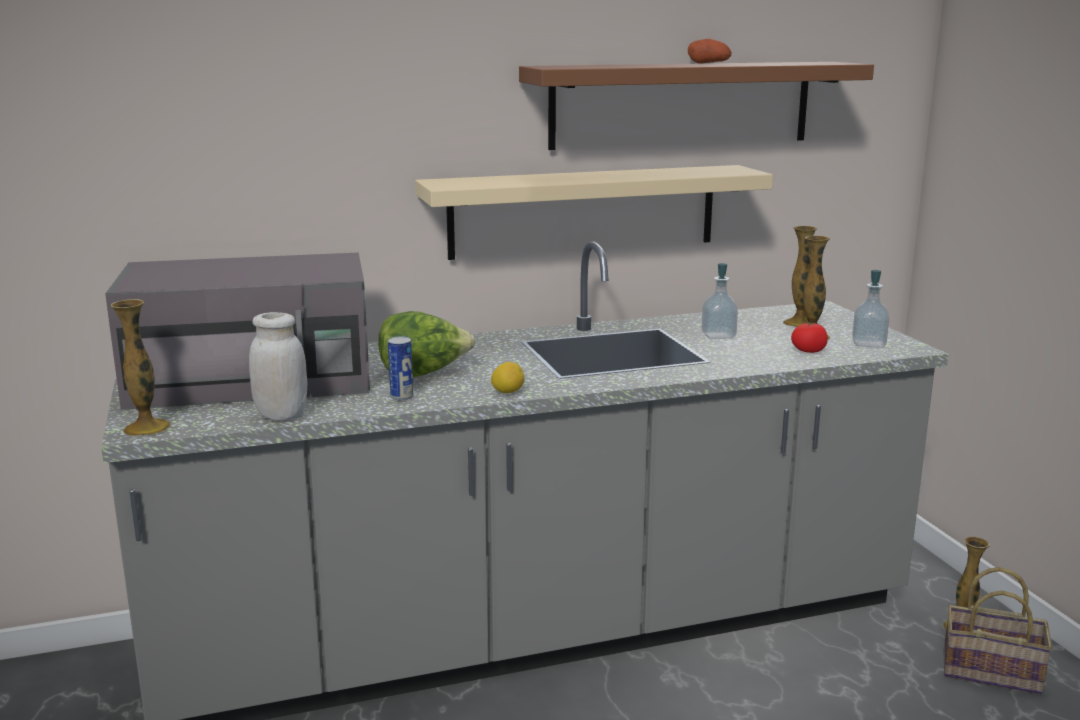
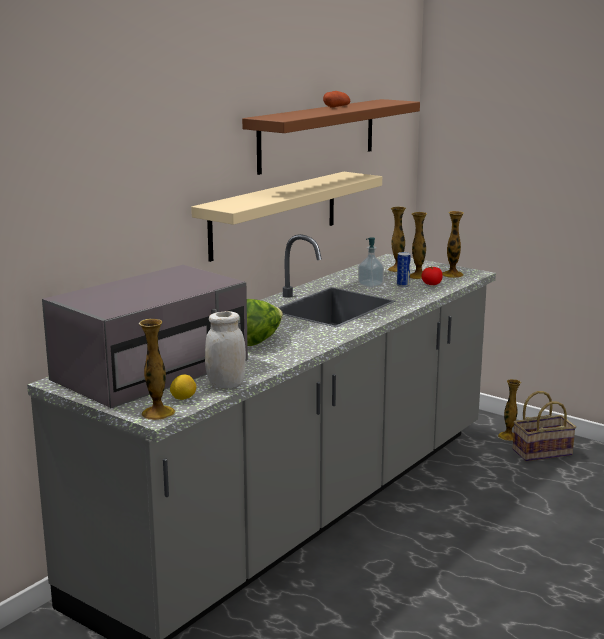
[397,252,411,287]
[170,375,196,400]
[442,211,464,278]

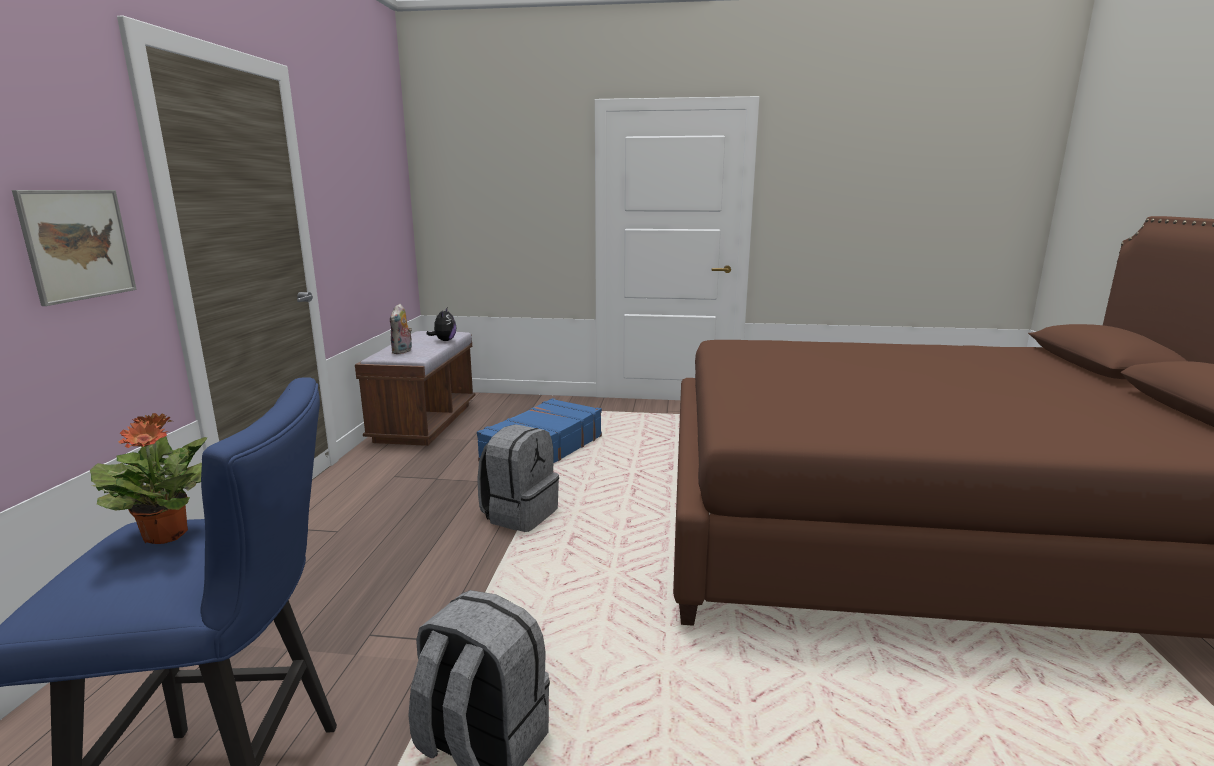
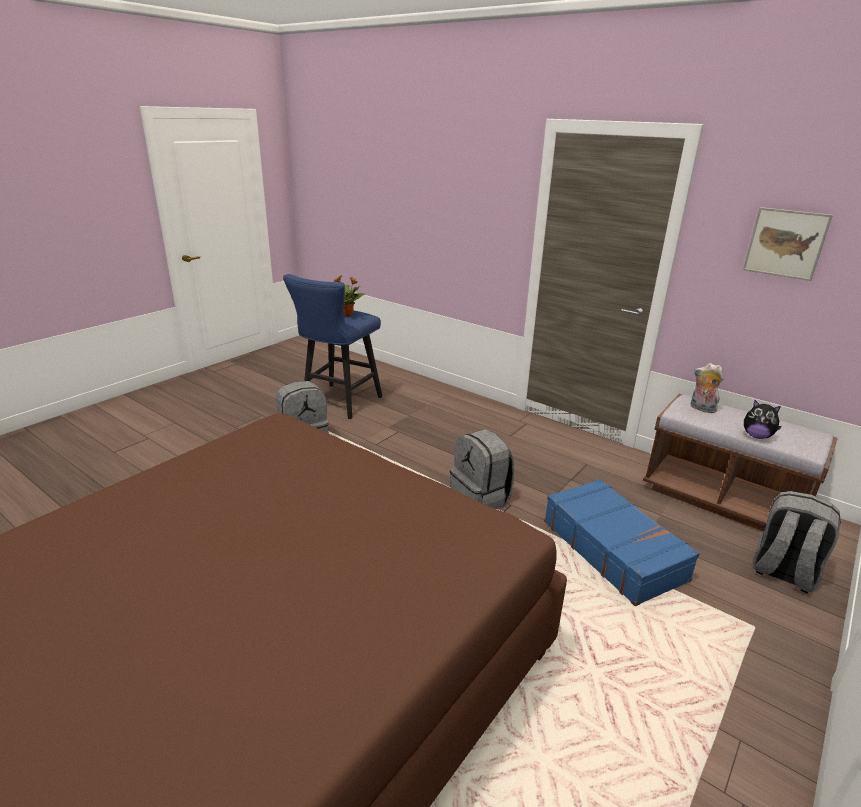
[743,207,833,281]
[753,491,841,593]

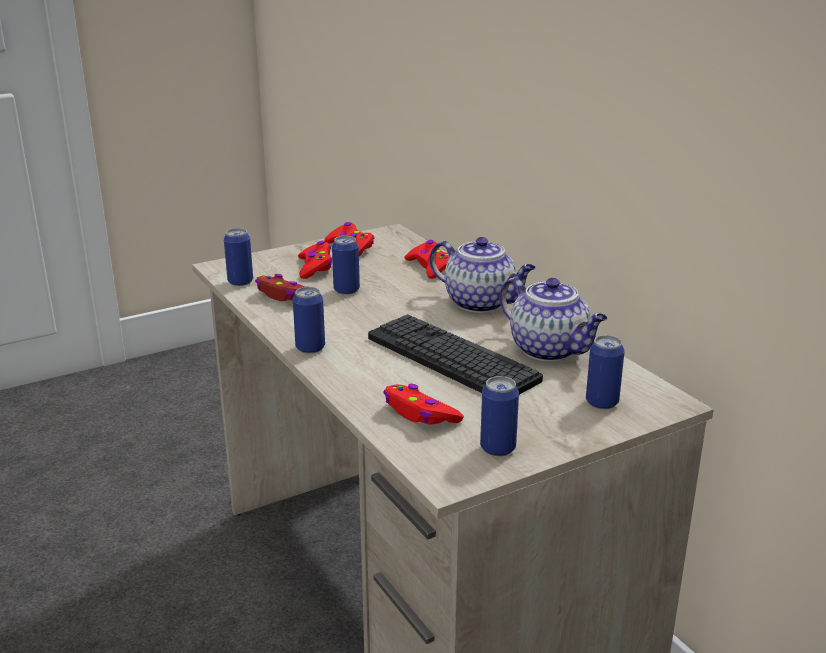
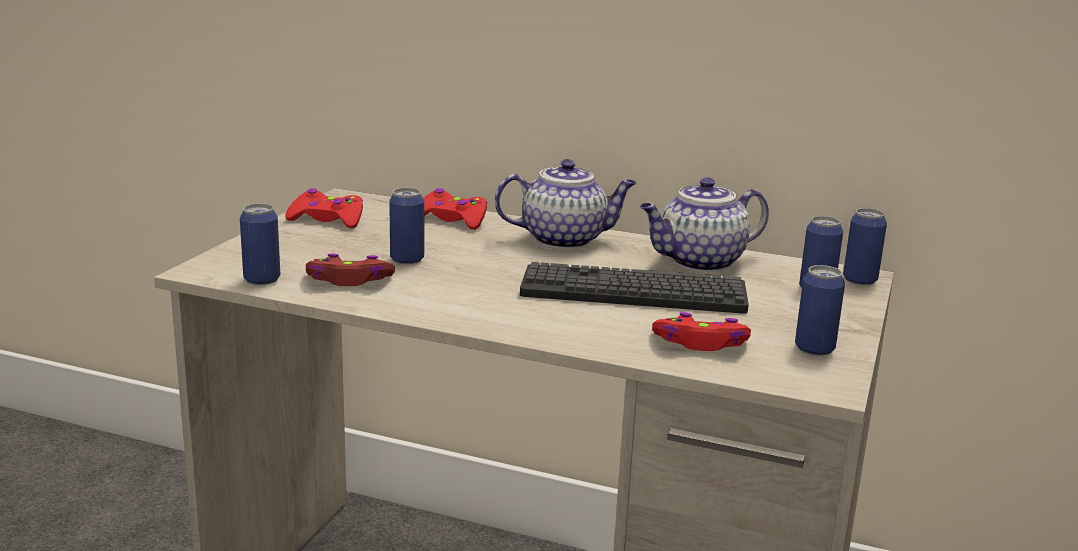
[843,208,887,285]
[298,241,332,279] (first image)
[640,177,769,272]

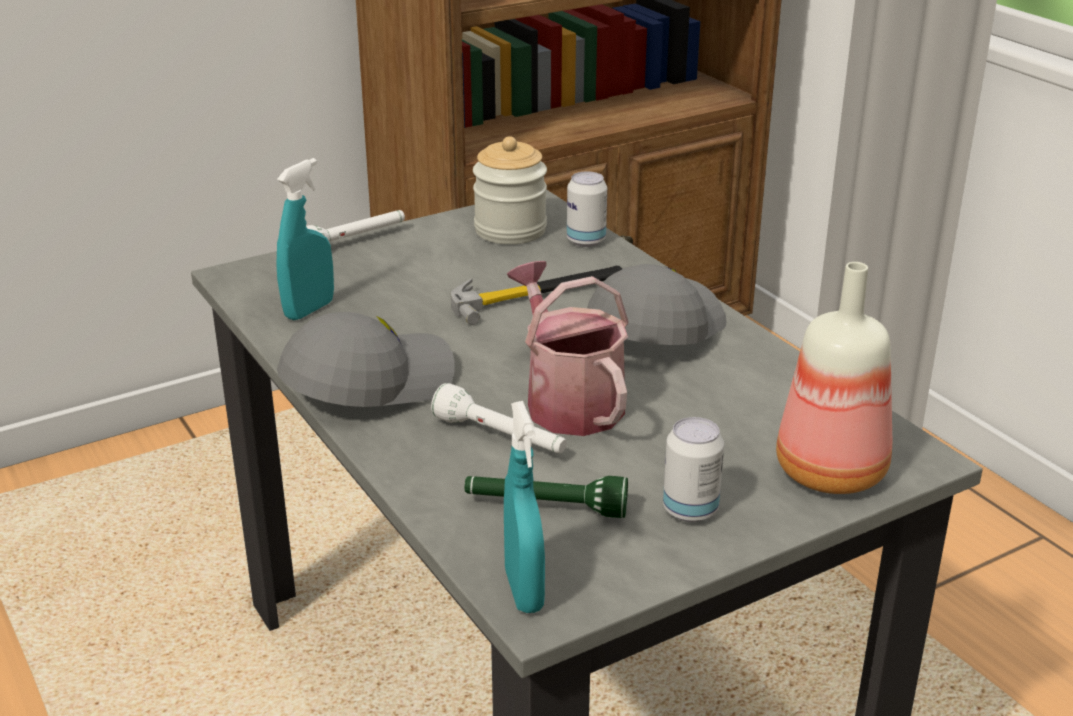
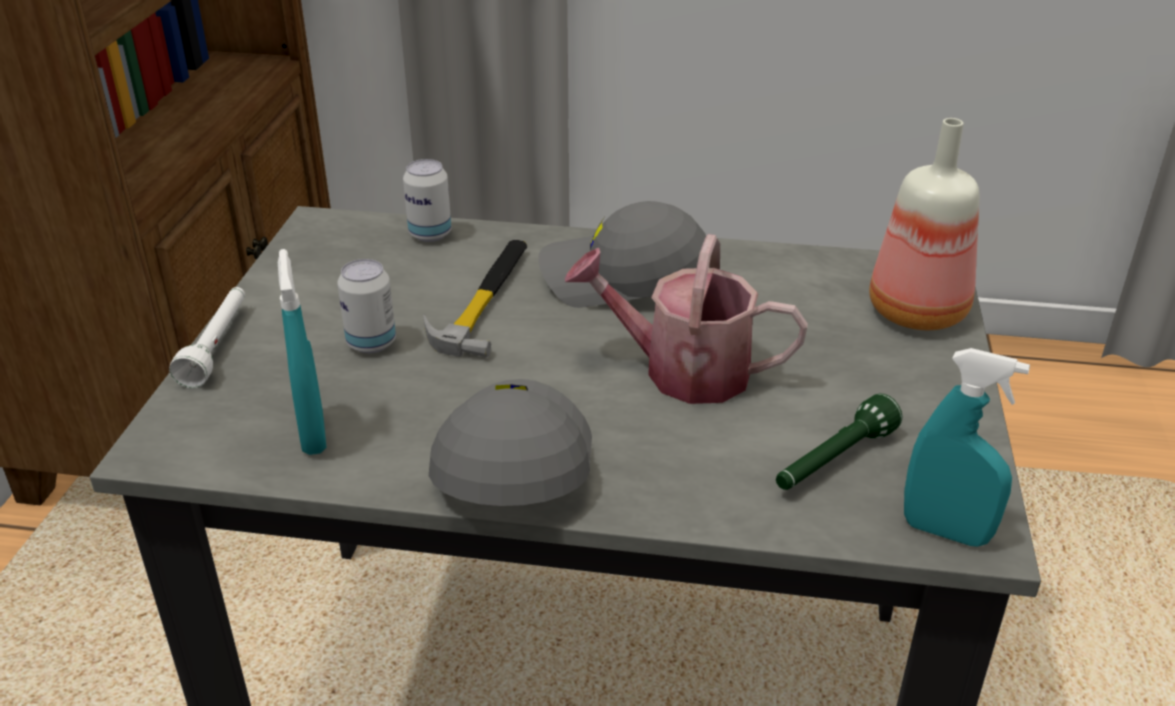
[431,383,567,453] (first image)
[473,136,547,244] (first image)
[538,201,706,308]
[337,259,396,353]

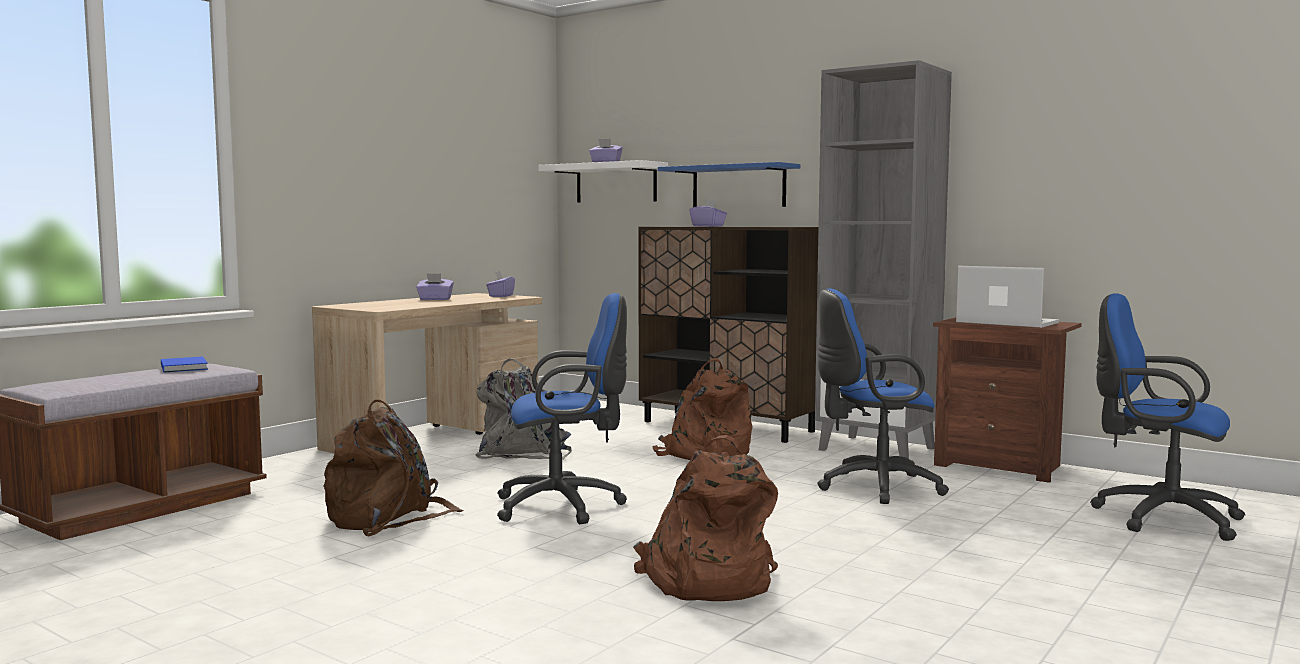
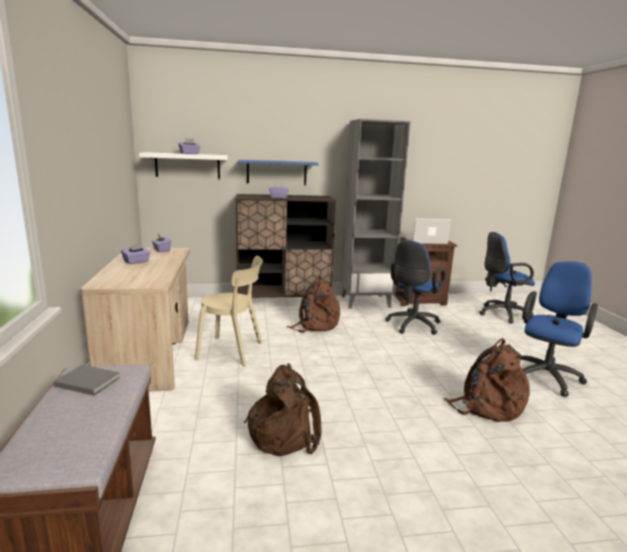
[54,365,120,395]
[195,256,263,366]
[520,261,598,397]

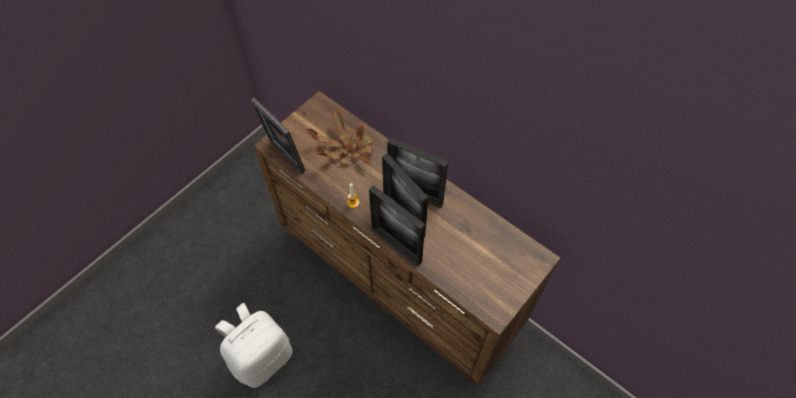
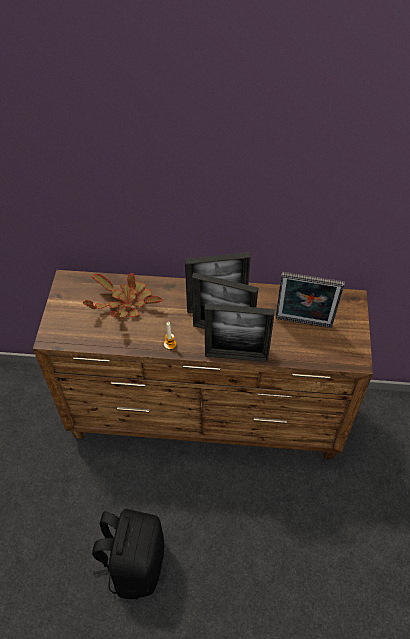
[92,509,164,599]
[275,272,345,328]

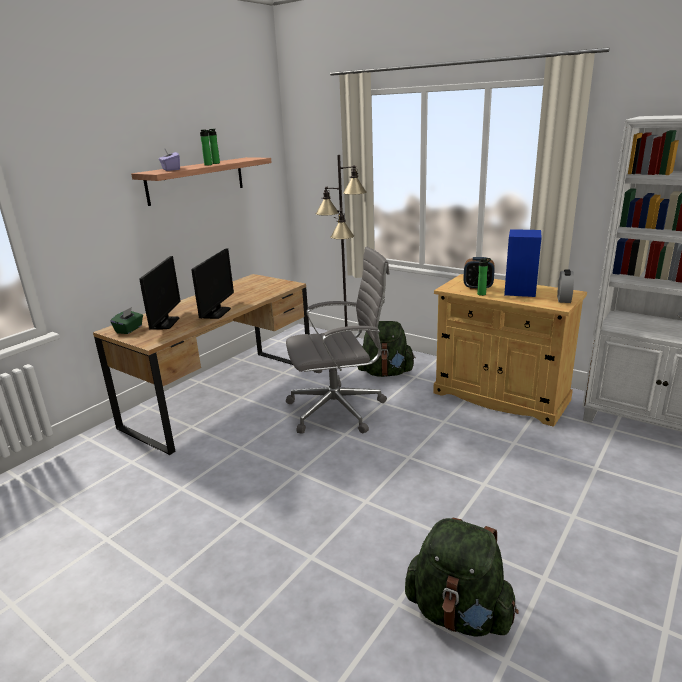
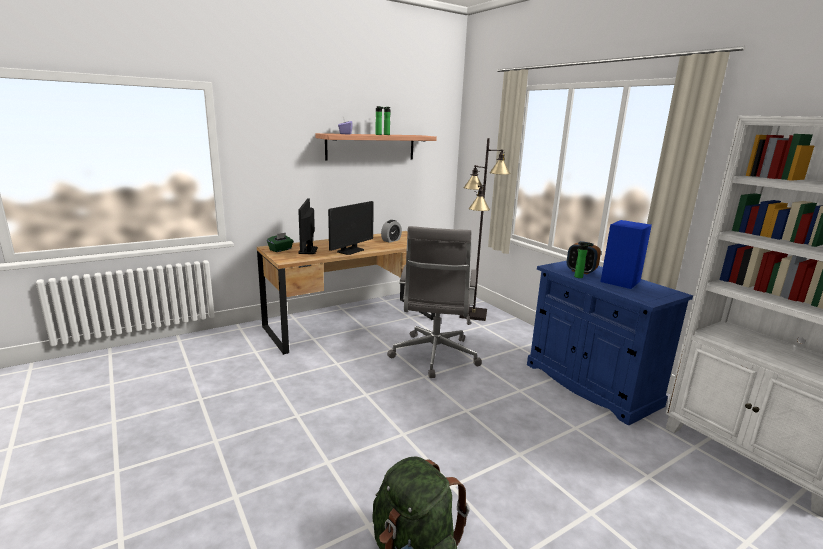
[298,198,318,254]
[387,226,482,378]
[357,321,416,377] (first image)
[527,261,693,425]
[381,220,402,243]

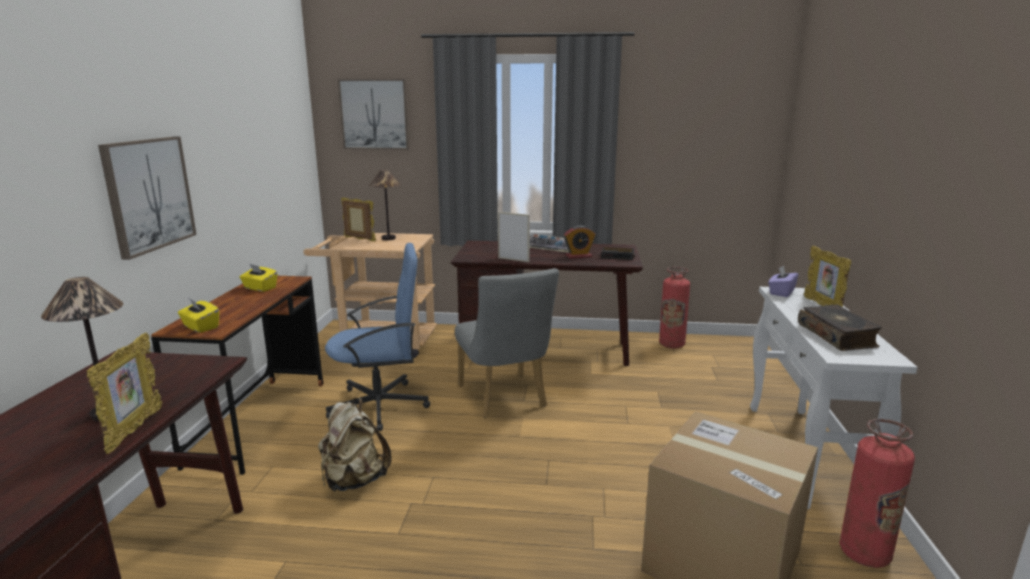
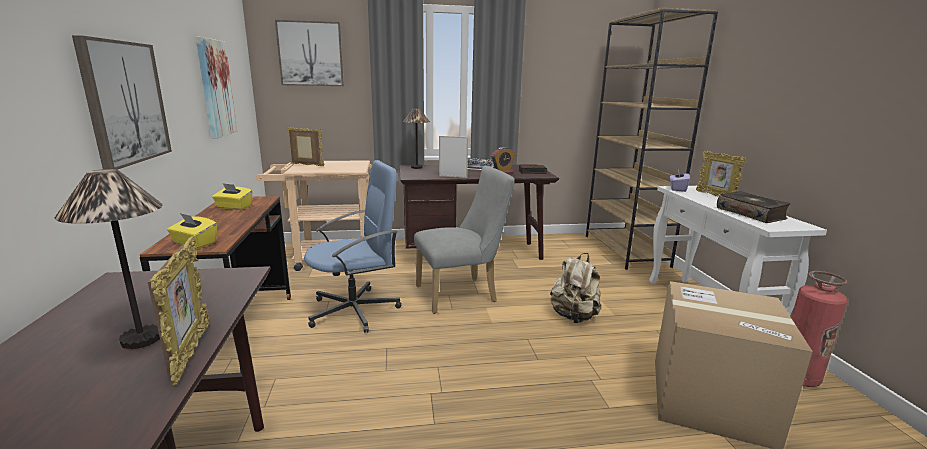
[550,253,601,323]
[403,109,430,169]
[414,166,515,314]
[659,267,690,348] (first image)
[196,37,237,139]
[586,8,718,270]

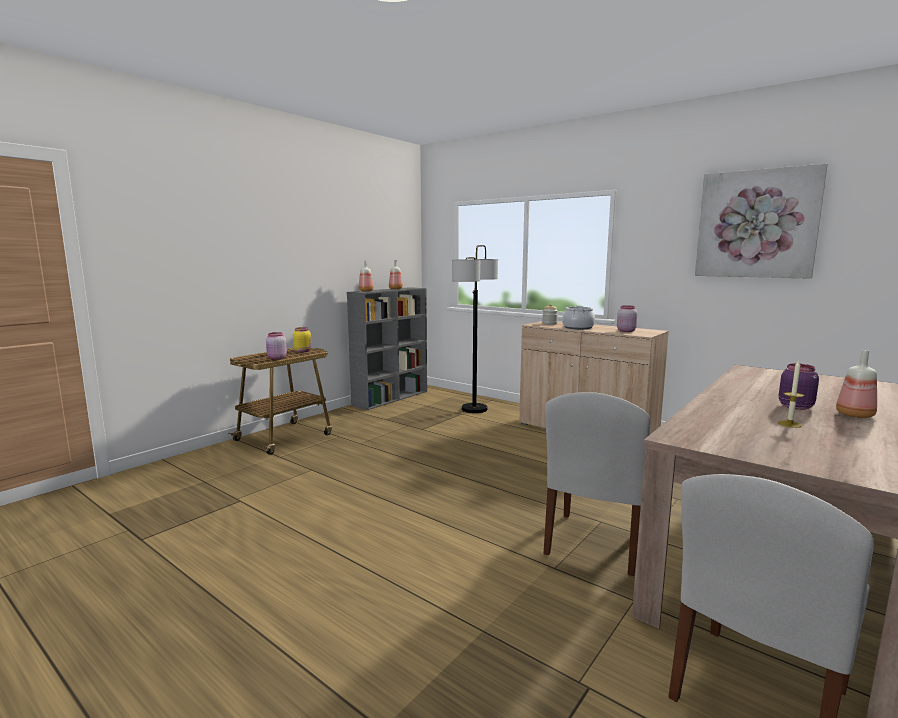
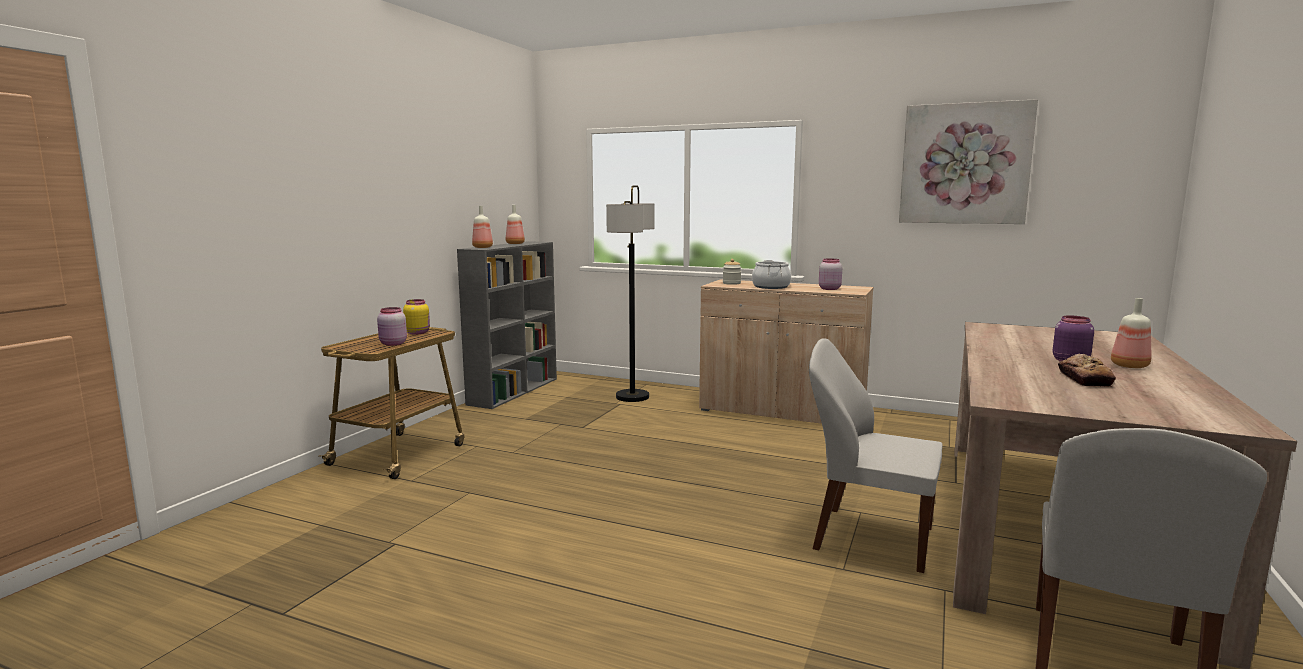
[809,338,943,573]
[1058,353,1116,387]

